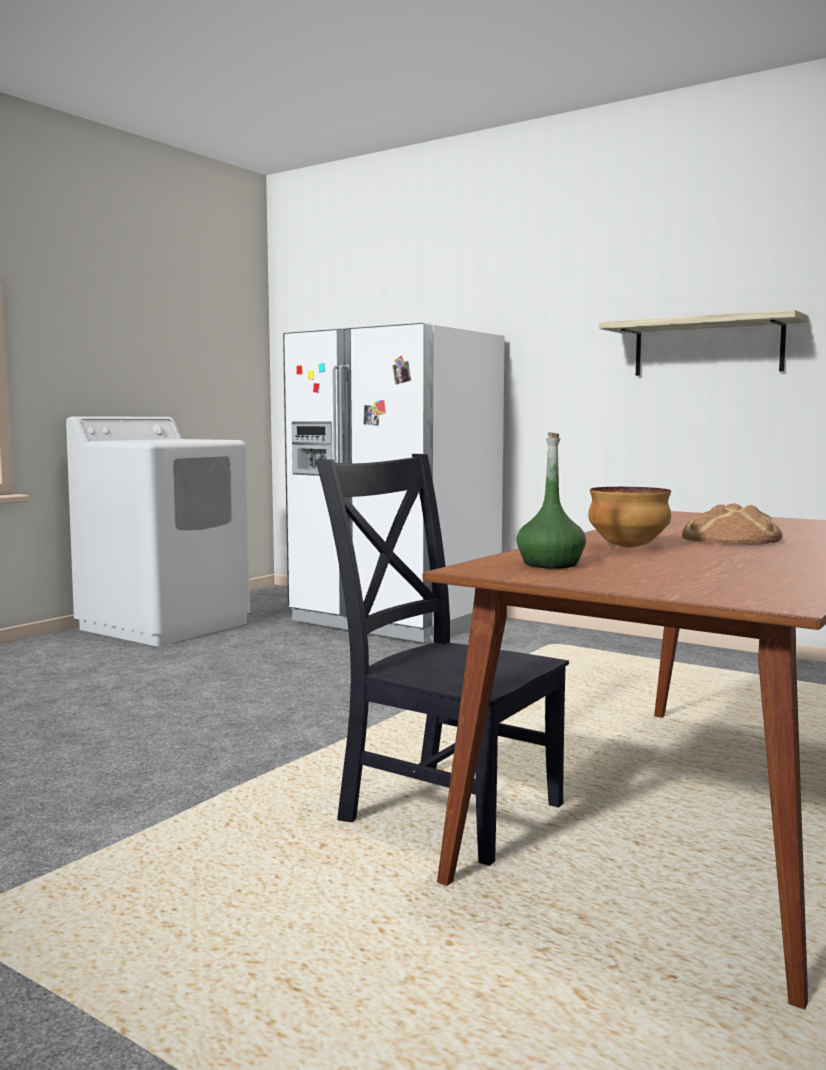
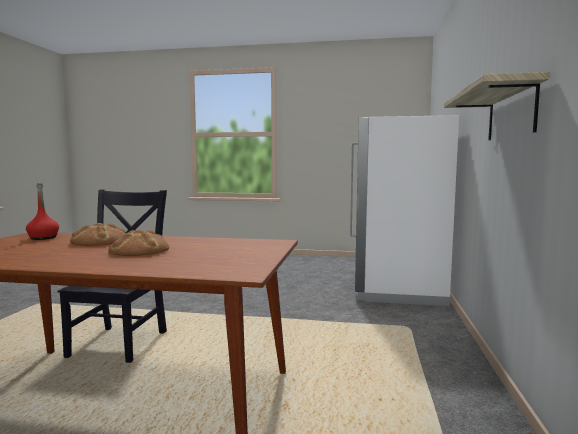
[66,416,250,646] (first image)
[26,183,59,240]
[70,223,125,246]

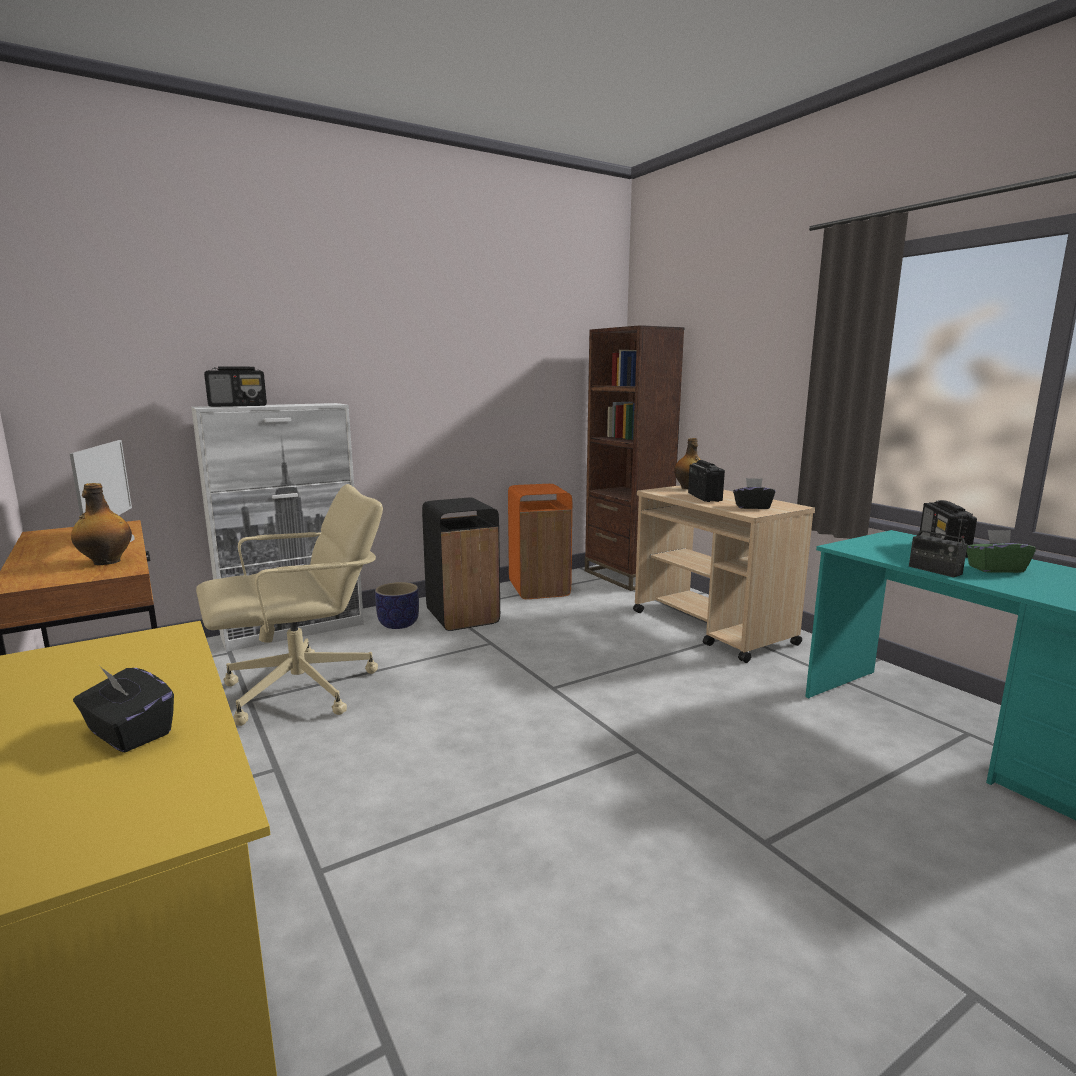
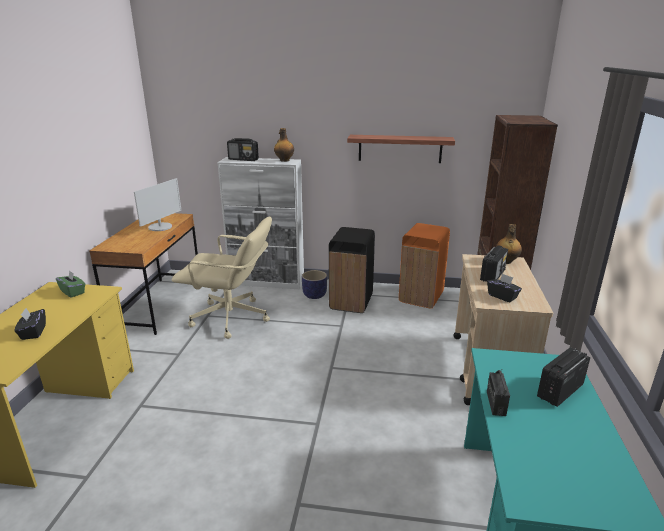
[274,128,294,162]
[56,270,85,298]
[347,135,455,163]

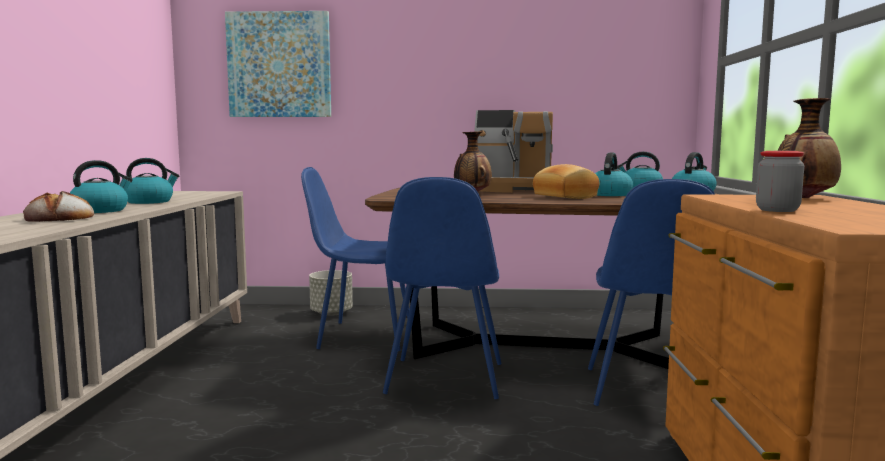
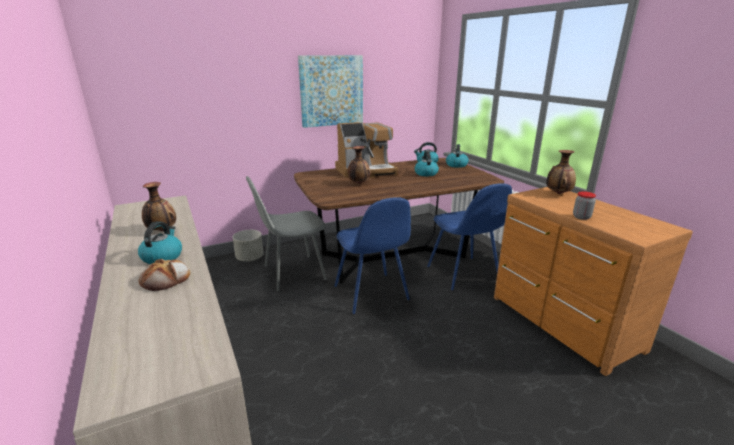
[142,182,176,231]
[298,55,363,128]
[246,176,327,291]
[533,164,599,199] (first image)

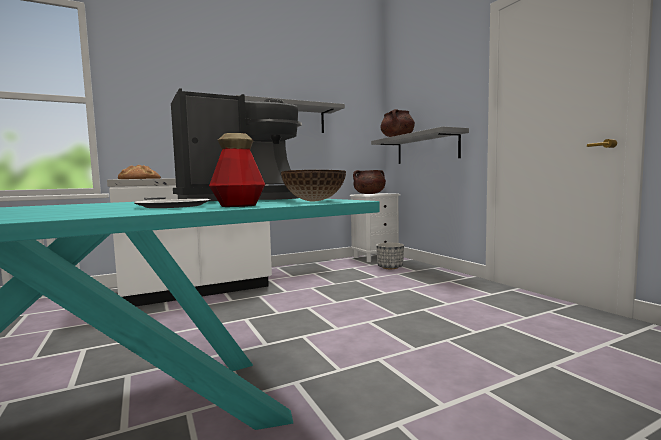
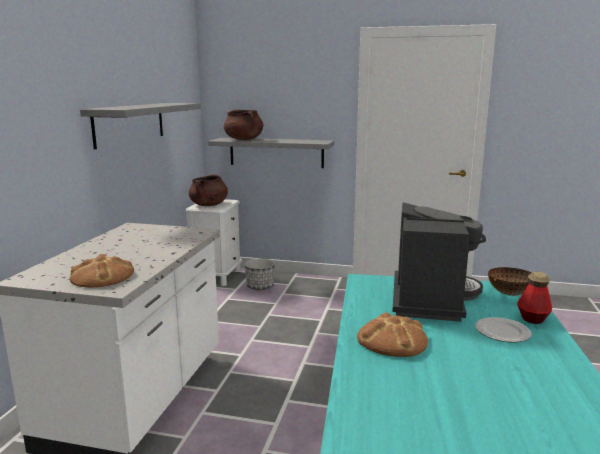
[357,313,428,357]

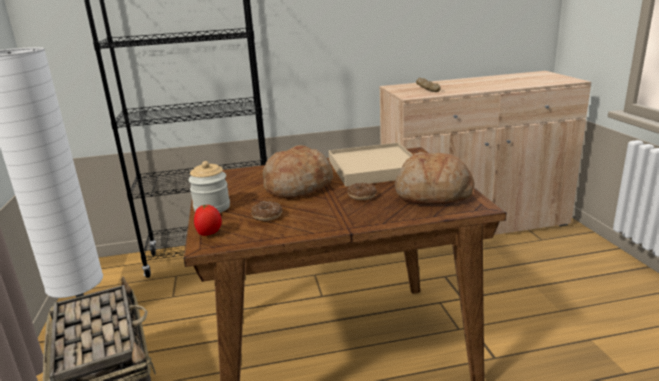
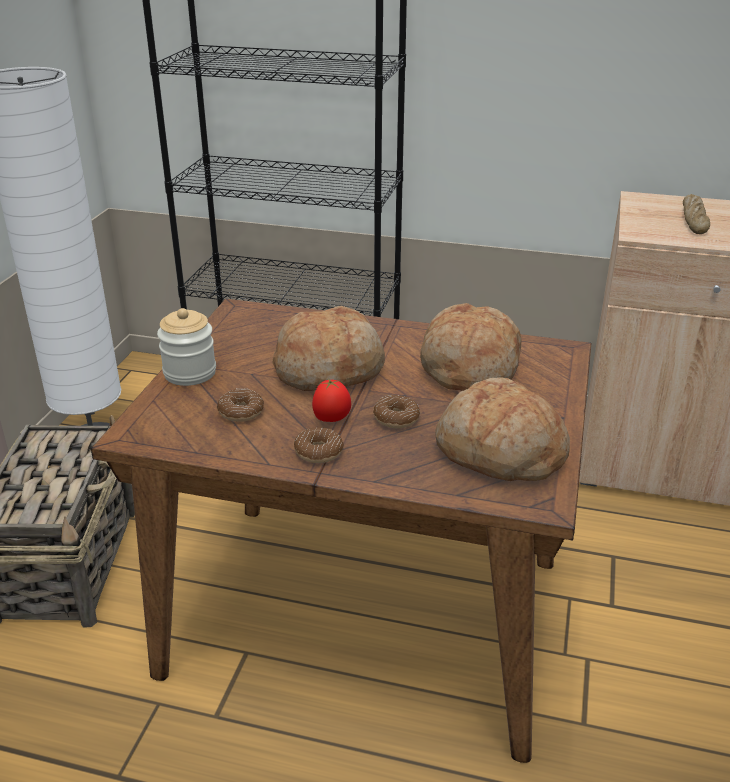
[312,379,351,422]
[420,303,522,391]
[294,427,344,463]

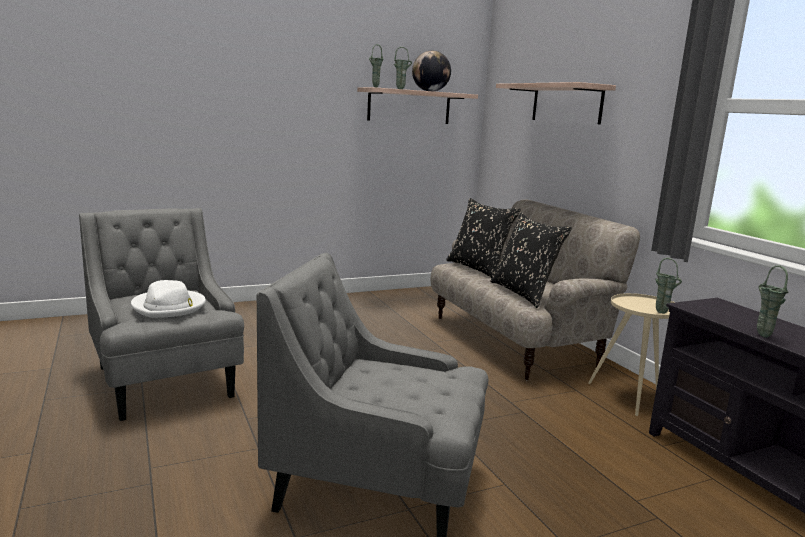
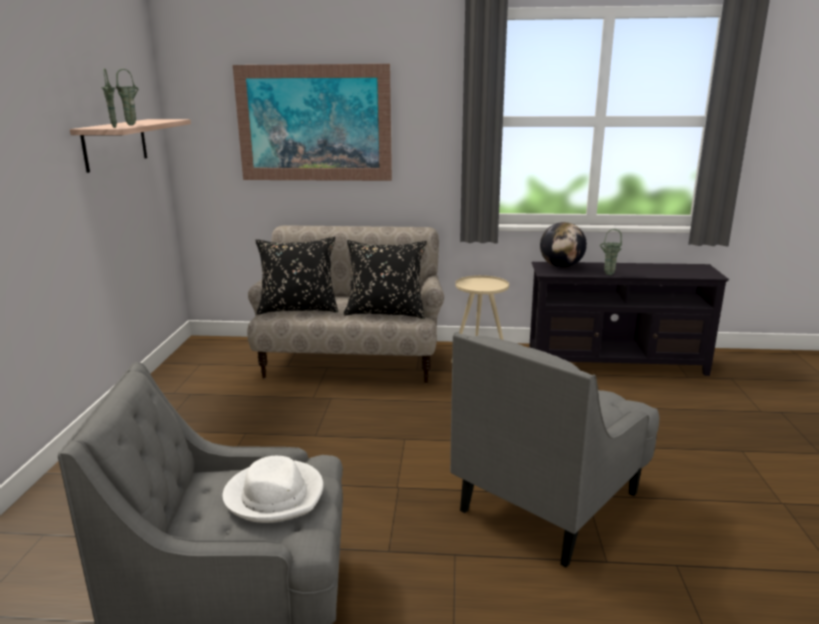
[540,222,587,268]
[233,64,392,181]
[655,258,682,314] (first image)

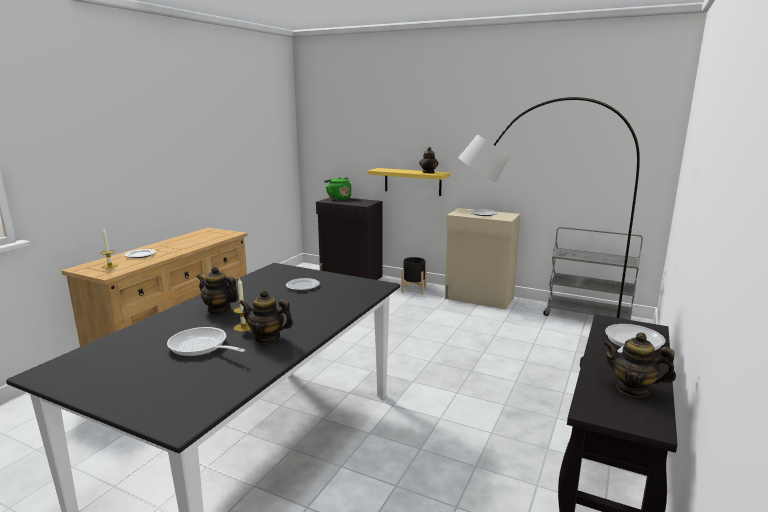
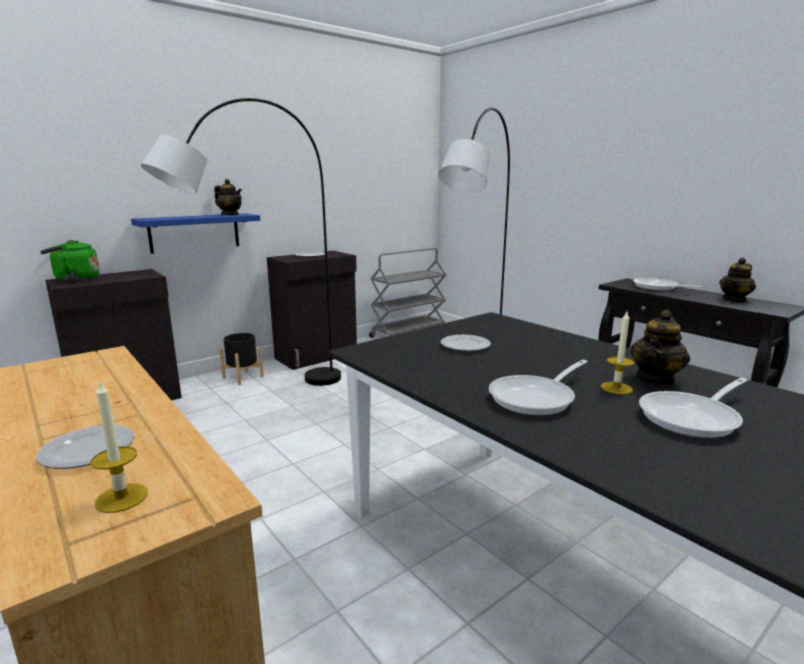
[489,360,588,416]
[131,213,260,254]
[267,251,357,370]
[141,98,341,386]

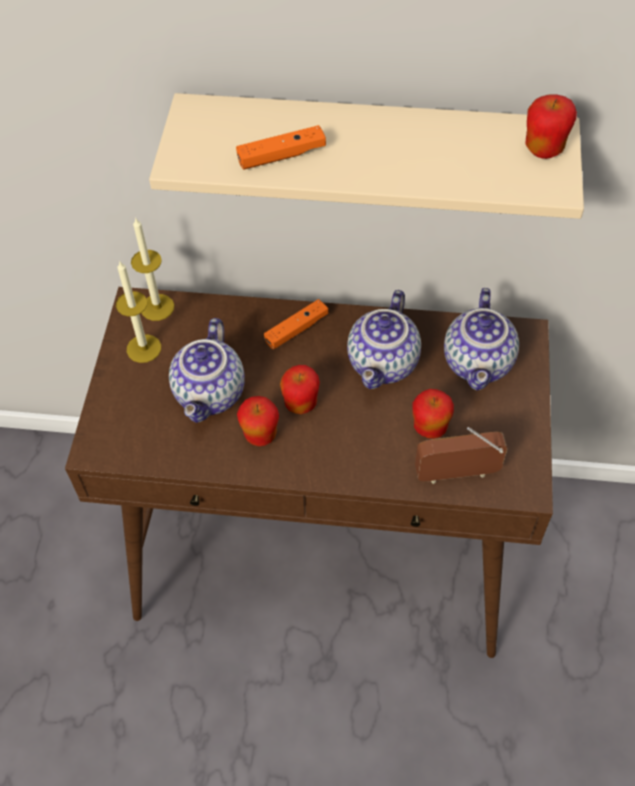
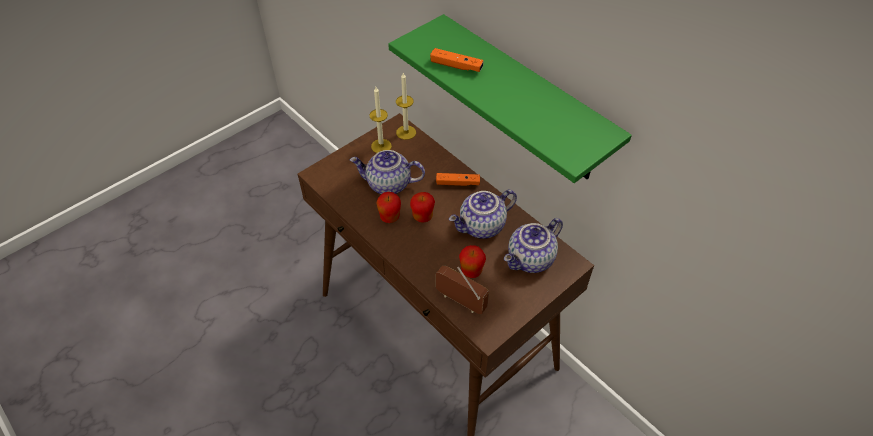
[388,14,632,183]
[350,150,425,194]
[525,94,577,159] (first image)

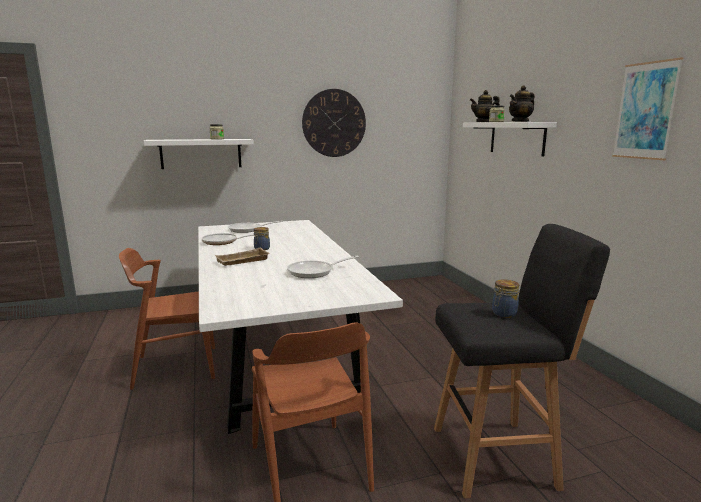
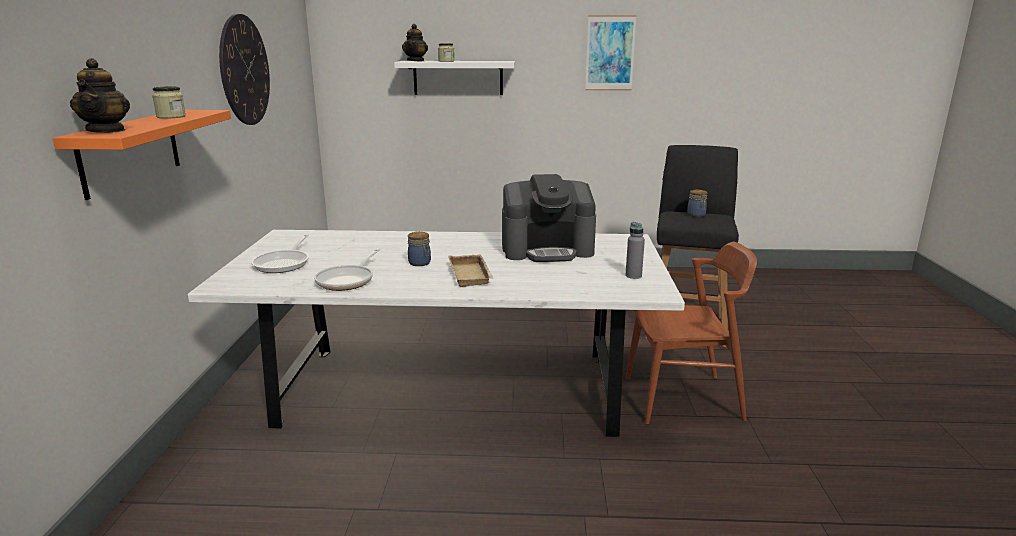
[119,248,215,390] (first image)
[52,110,231,200]
[502,174,596,262]
[70,58,130,133]
[626,222,645,279]

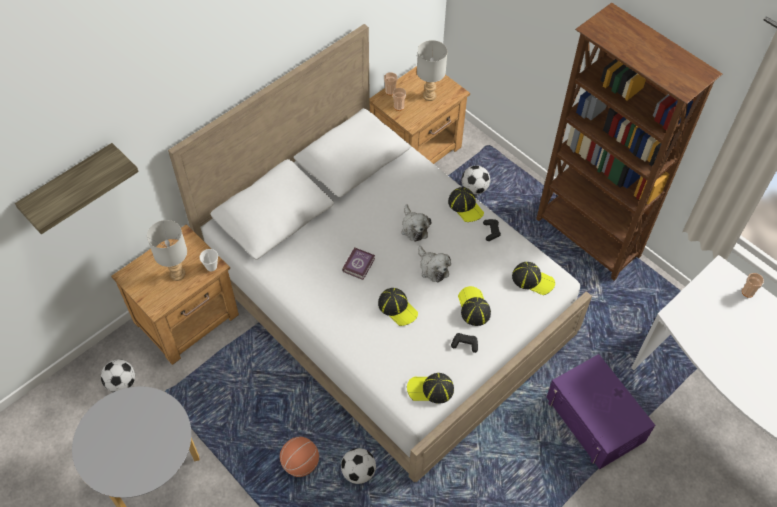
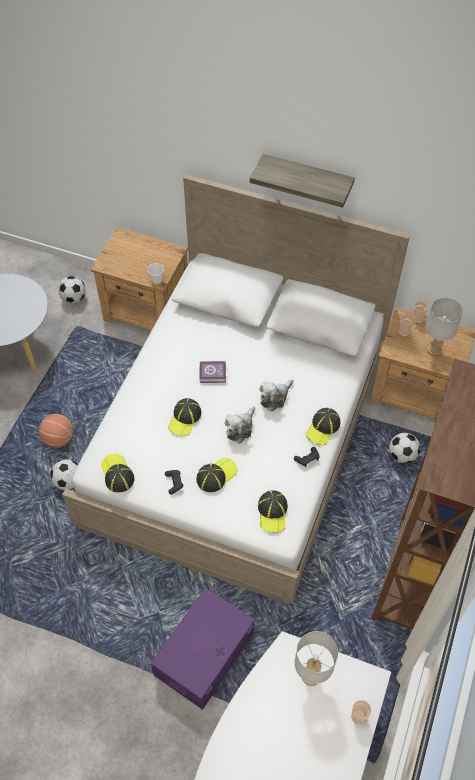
[250,154,355,208]
[295,631,338,686]

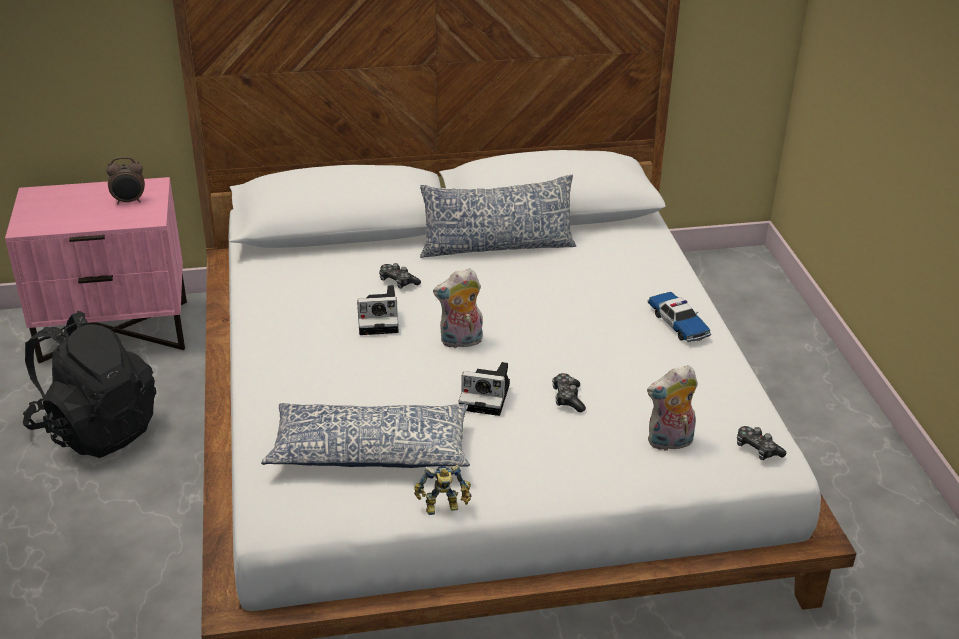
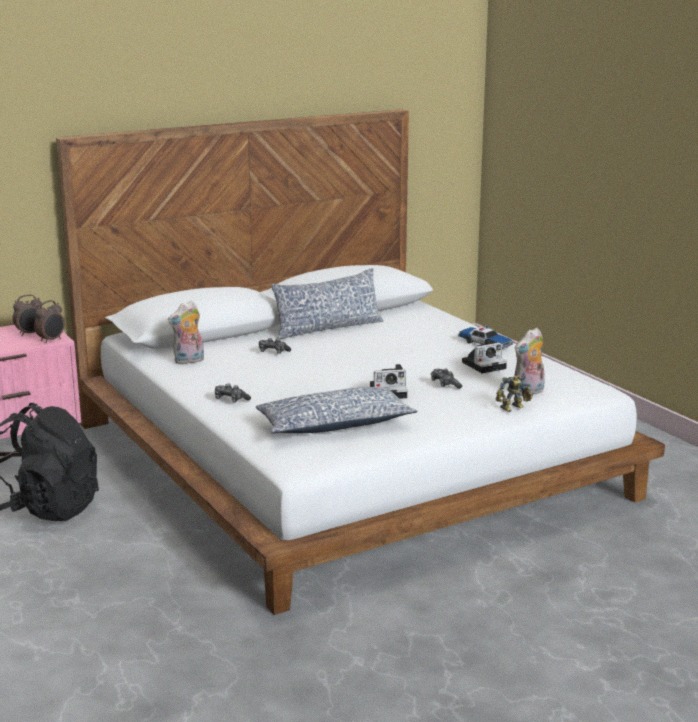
[462,339,507,374]
[496,375,533,412]
[168,301,204,365]
[215,384,251,403]
[34,300,65,343]

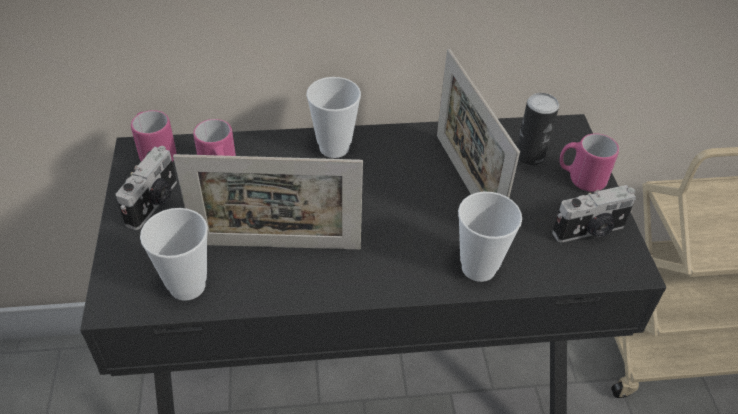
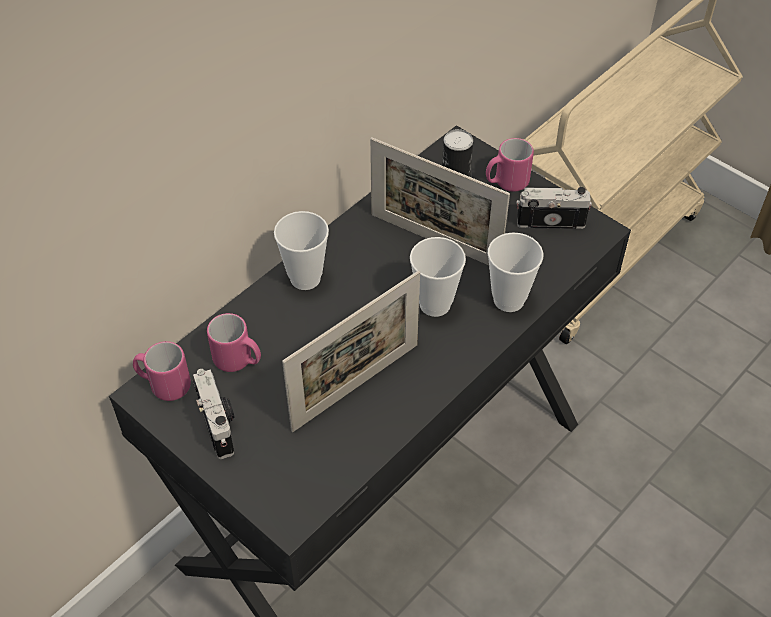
[410,237,466,317]
[516,187,592,229]

